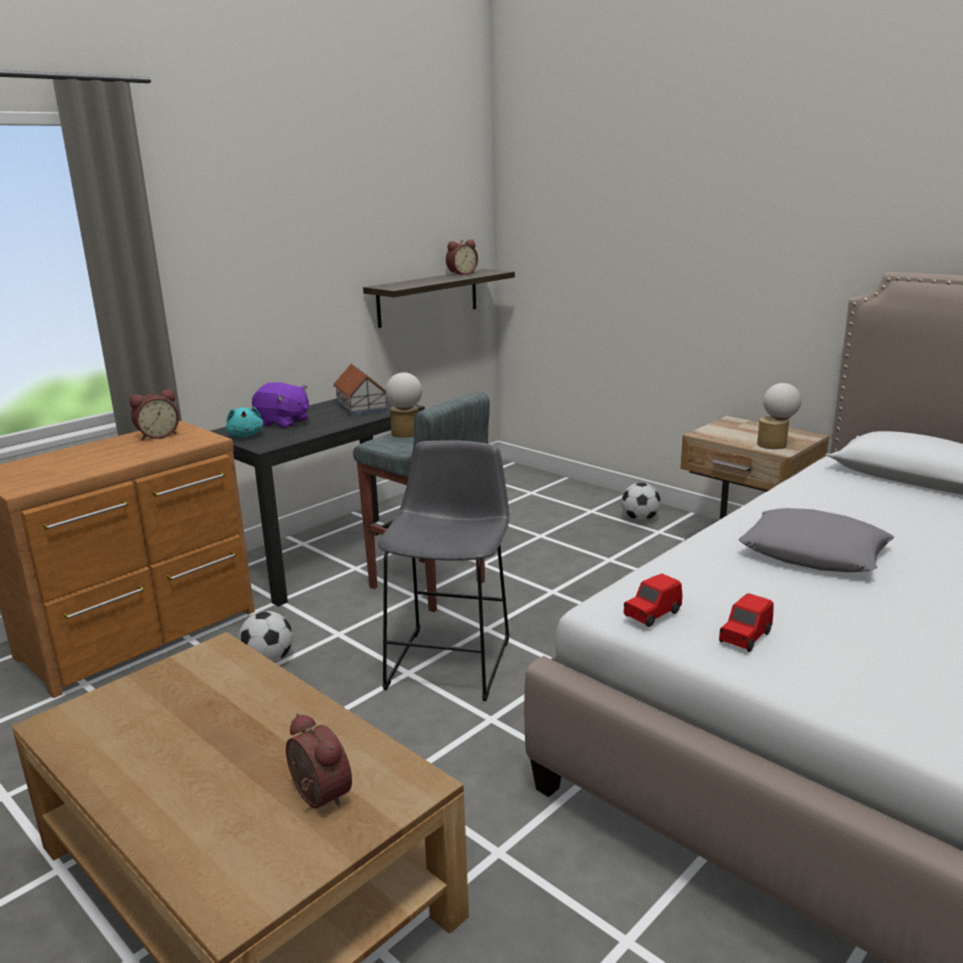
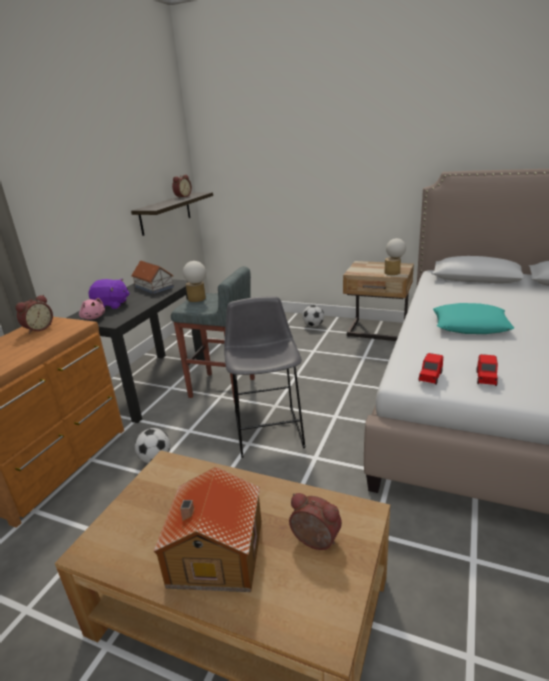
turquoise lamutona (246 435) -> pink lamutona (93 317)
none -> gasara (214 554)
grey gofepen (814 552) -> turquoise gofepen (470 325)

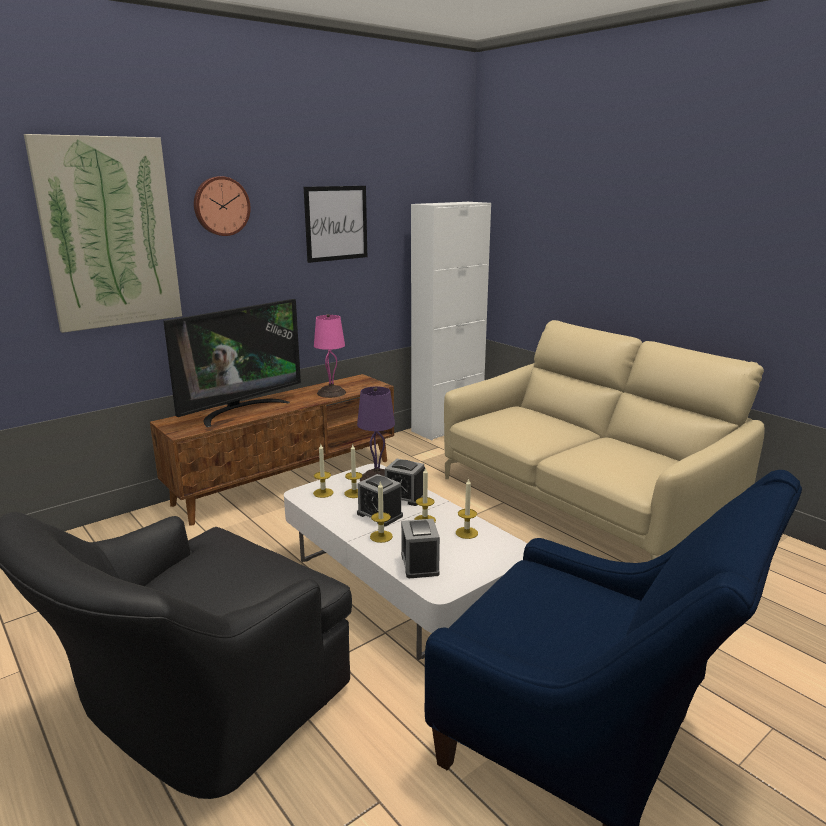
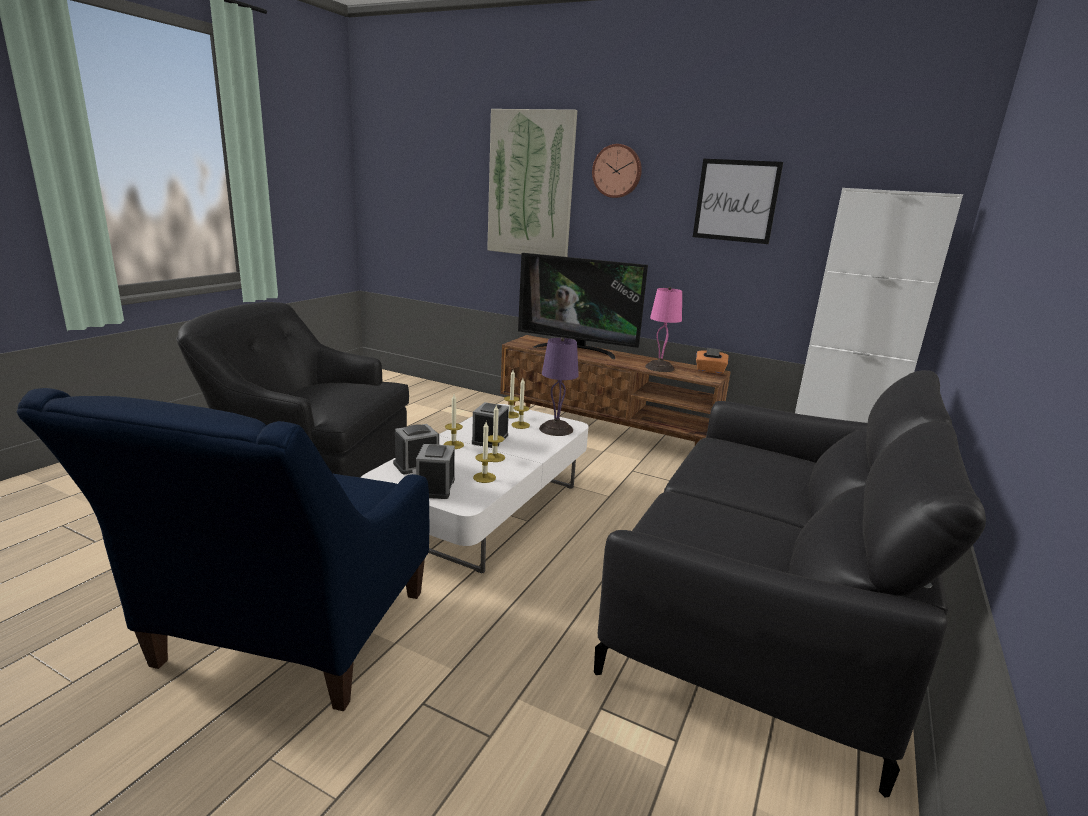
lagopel (404 496) -> lagopel (436 487), move
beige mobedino (583 501) -> black mobedino (762 602)
none -> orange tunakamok (710 370)

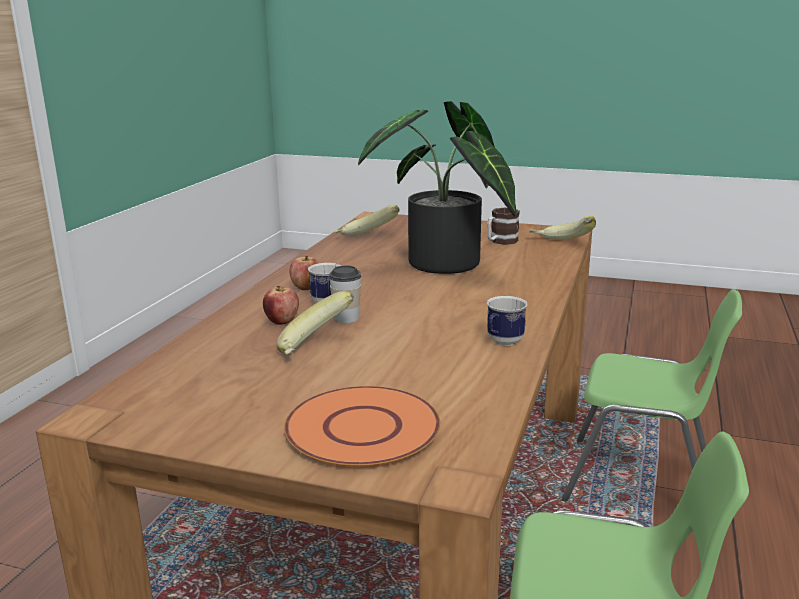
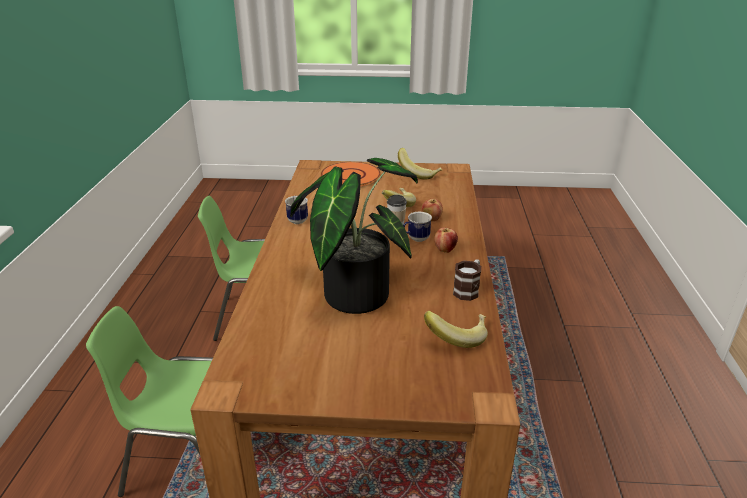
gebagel (560 244) -> gebagel (419 174), move
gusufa (500 242) -> gusufa (468 290), move

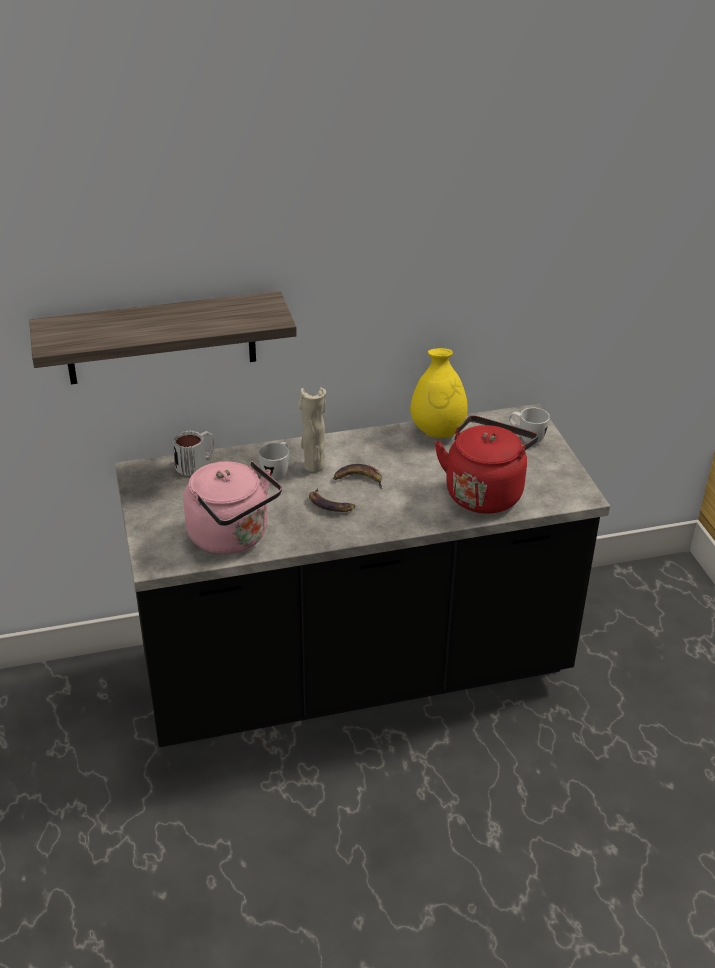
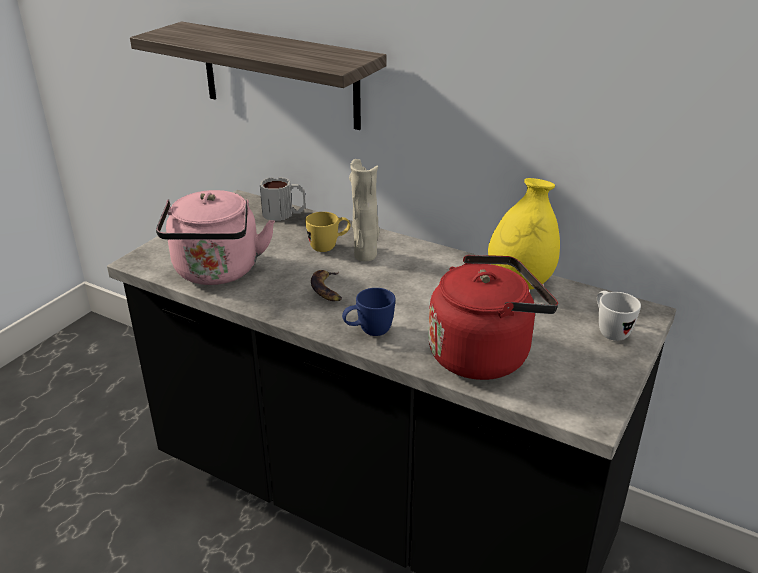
white gusufa (277 473) -> yellow gusufa (329 247)
none -> blue gusufa (368 332)
gebagel (358 479) -> none

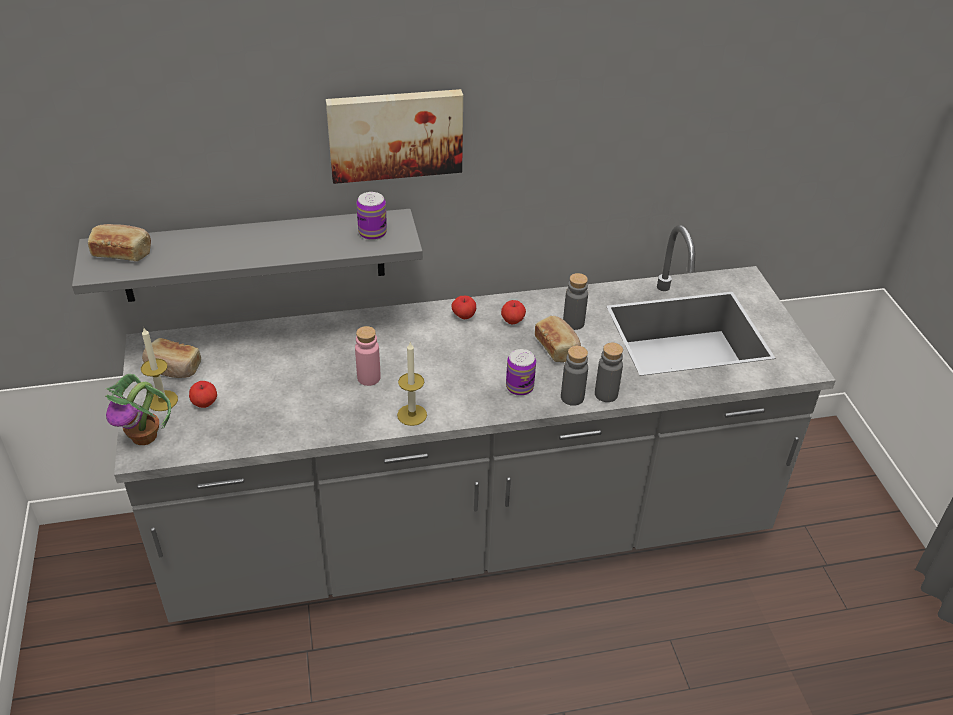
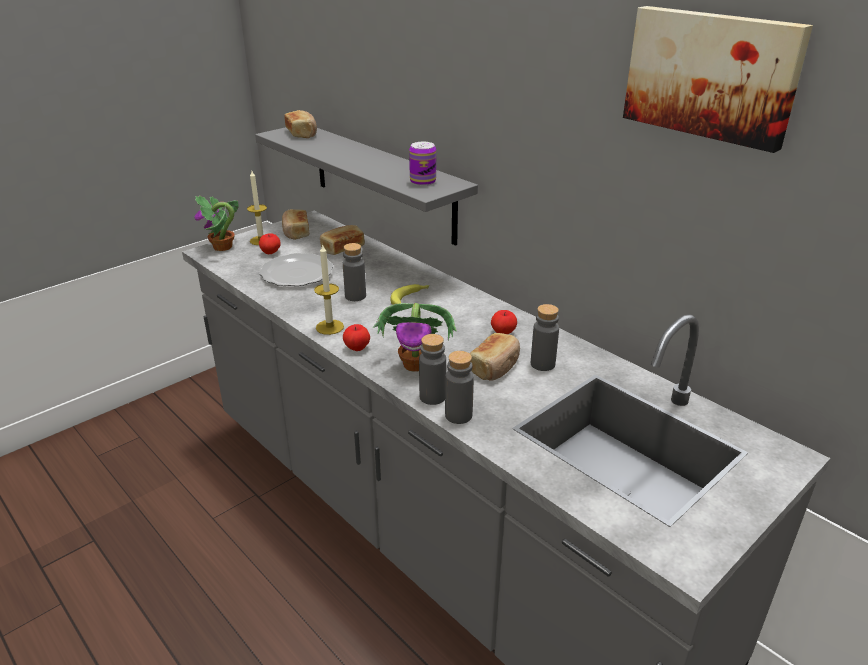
none -> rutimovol (296 273)
none -> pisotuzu (342 248)
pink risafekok (369 378) -> grey risafekok (355 296)
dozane (464 316) -> dozane (357 348), move
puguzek (519 387) -> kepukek (416 364)
none -> gebagel (410 298)
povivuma (395 134) -> povivuma (711 75), move

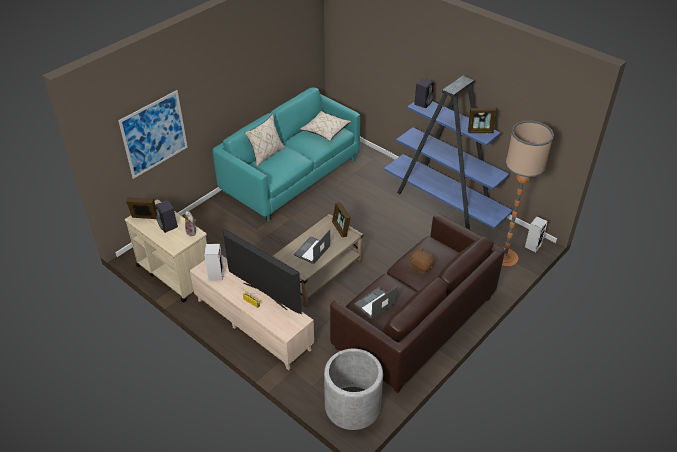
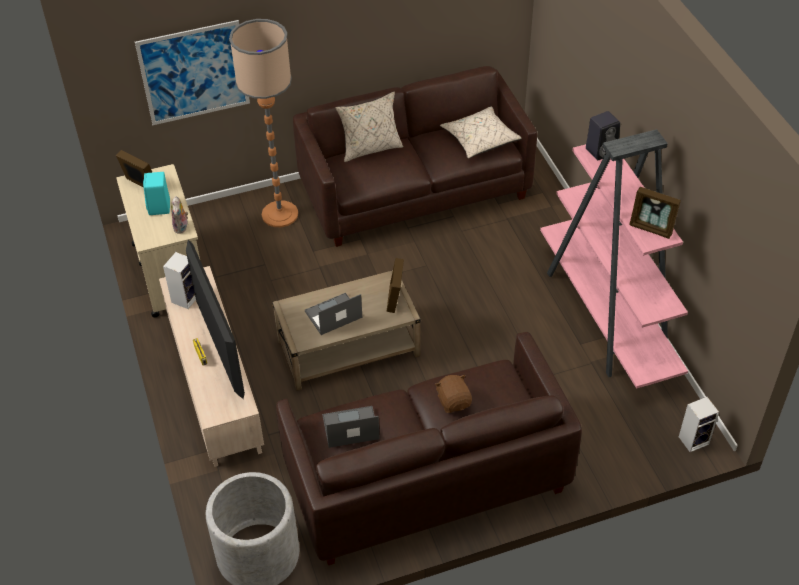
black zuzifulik (168 226) -> turquoise zuzifulik (159 208)
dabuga (505 257) -> dabuga (280 214), move
turquoise mobedino (291 176) -> brown mobedino (415 190)
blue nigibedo (444 203) -> pink nigibedo (607 317)

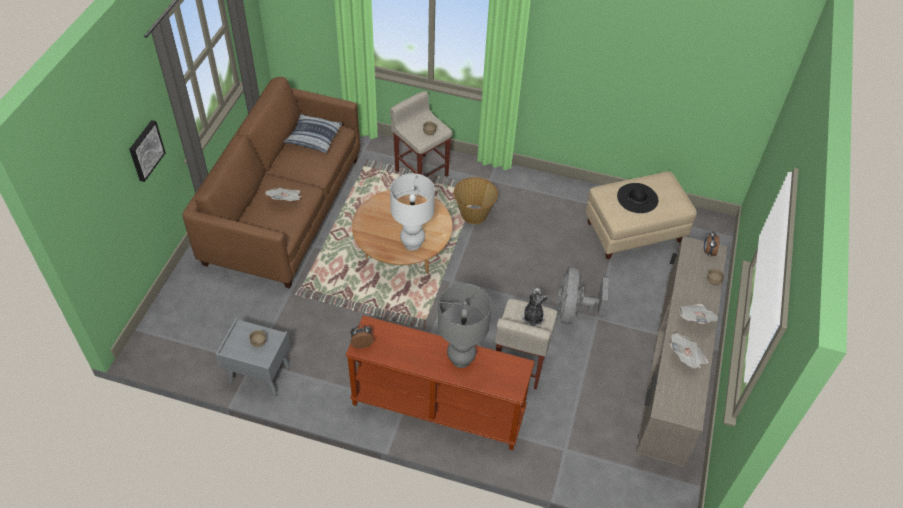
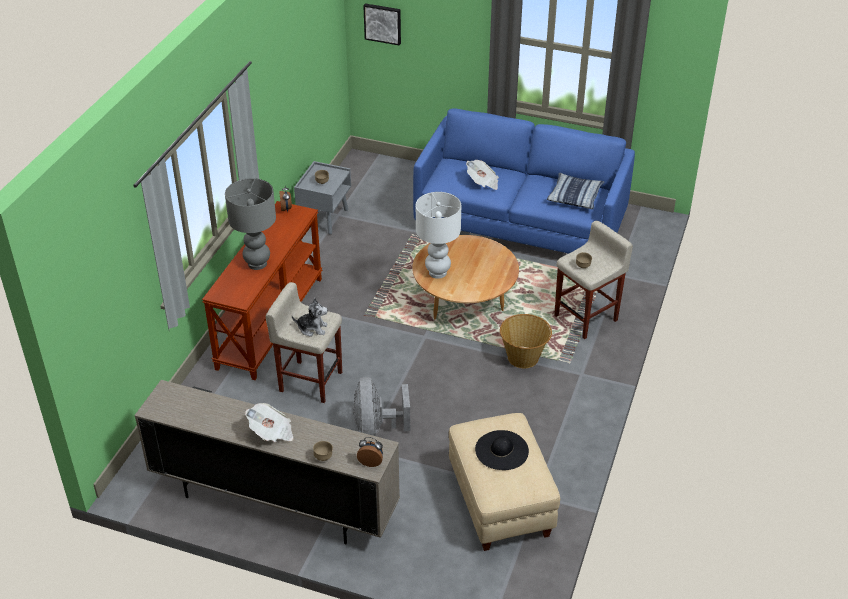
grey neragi (573 311) -> grey neragi (376 430), 105 degrees counterclockwise
povivuma (145 150) -> povivuma (383 23), move
brown mobedino (284 210) -> blue mobedino (521 223)
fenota (686 358) -> none

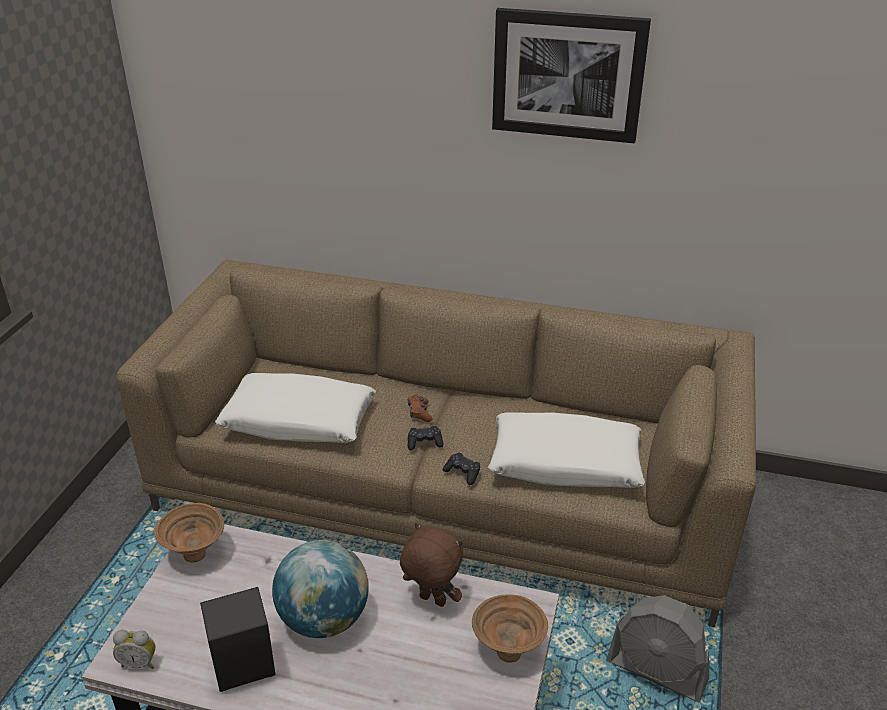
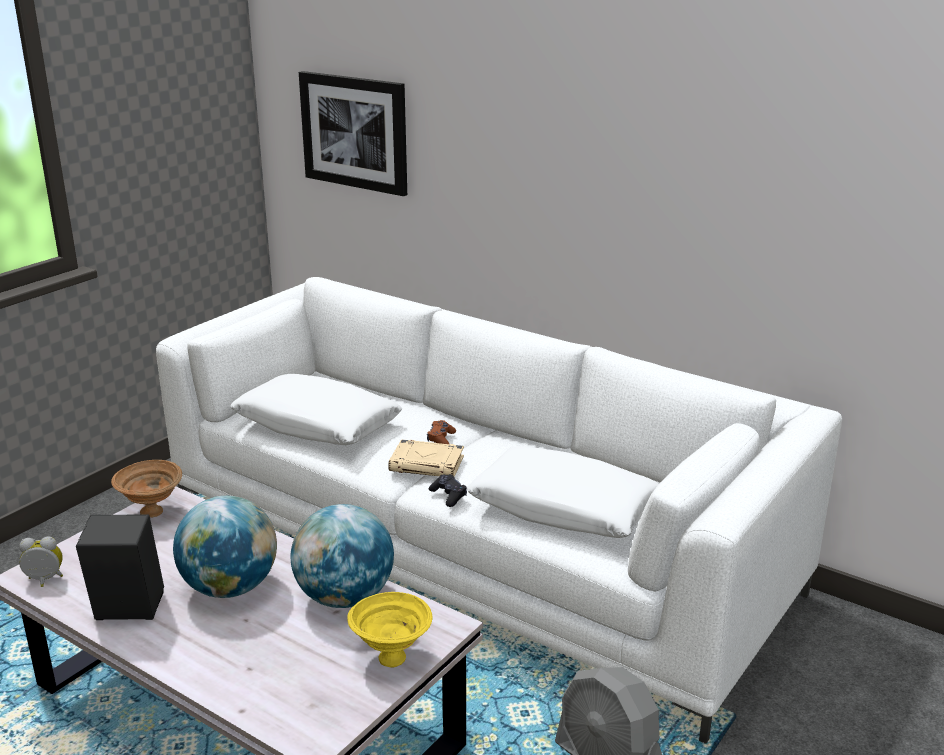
lagopel (139 662) -> lagopel (44 581), 150 degrees clockwise
brown mobedino (444 491) -> white mobedino (473 548)
brown lamutona (431 601) -> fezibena (344 597)
povivuma (568 75) -> povivuma (354 132), move
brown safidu (506 652) -> yellow safidu (390 657)
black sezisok (424 442) -> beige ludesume (427 464)

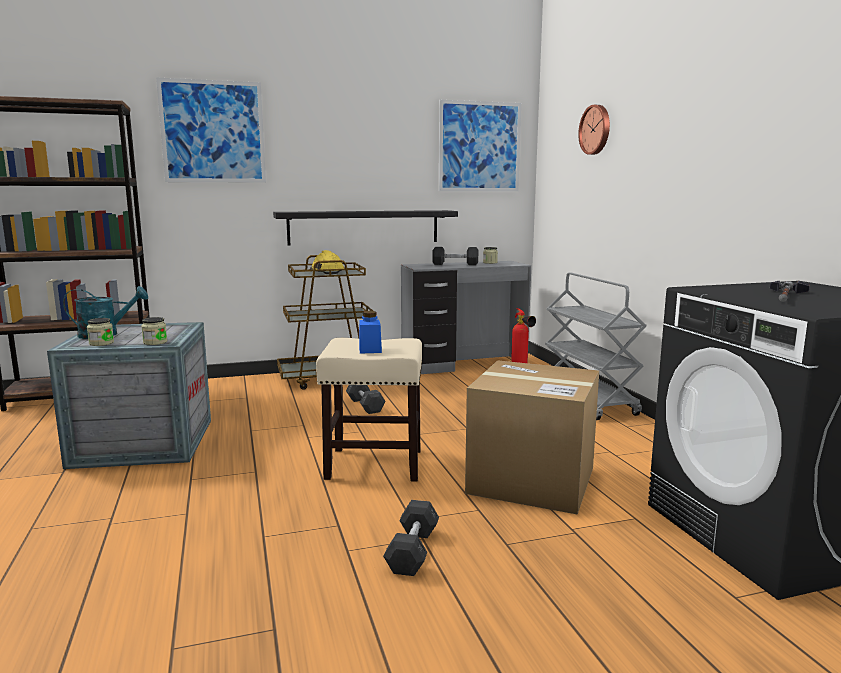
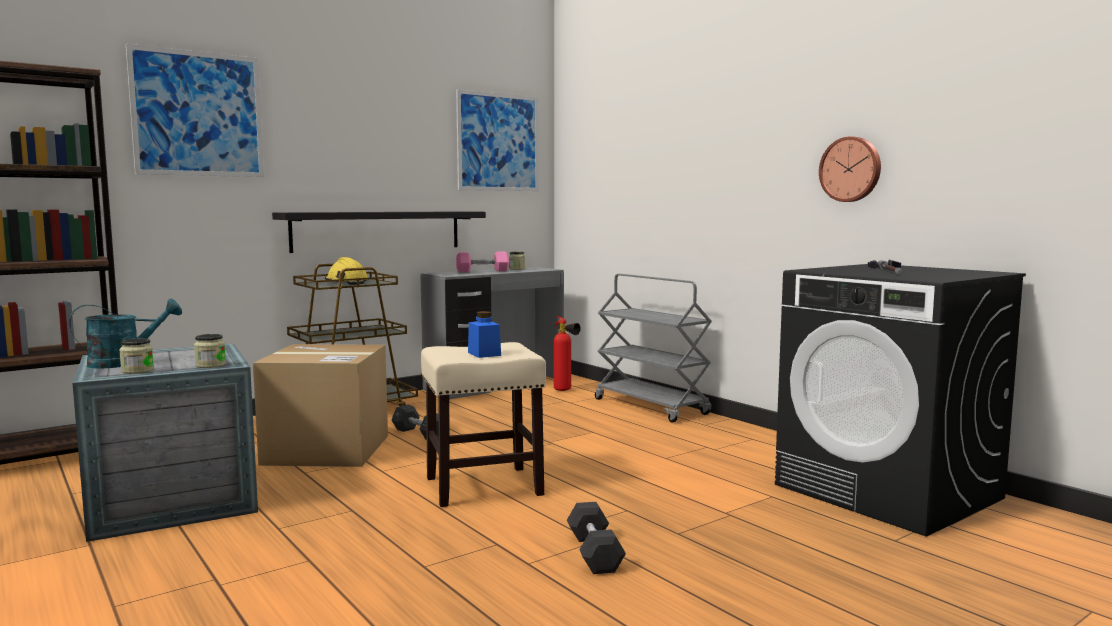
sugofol (531 480) -> sugofol (327 450), move
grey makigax (455 264) -> pink makigax (482 271)
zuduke (596 130) -> zuduke (851 169), move

